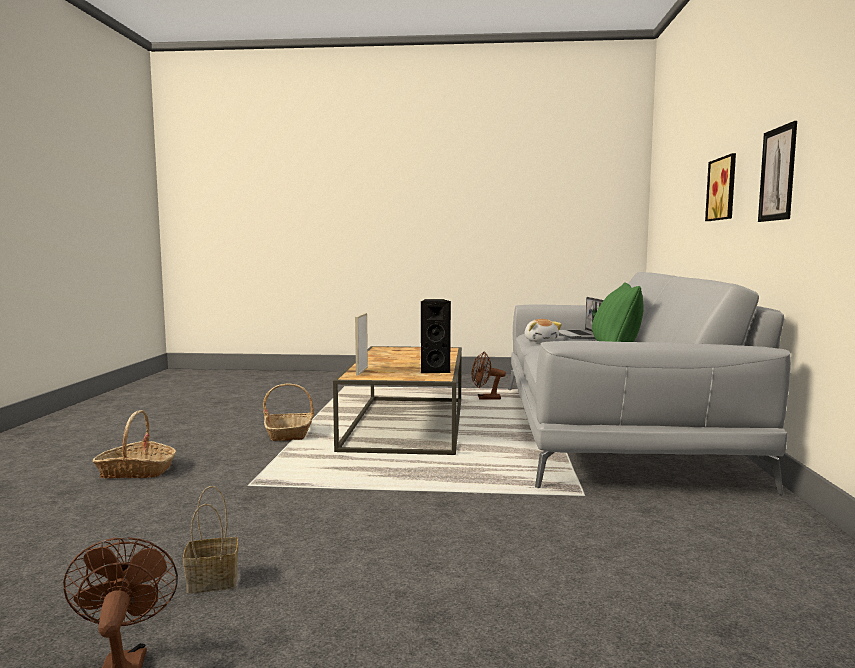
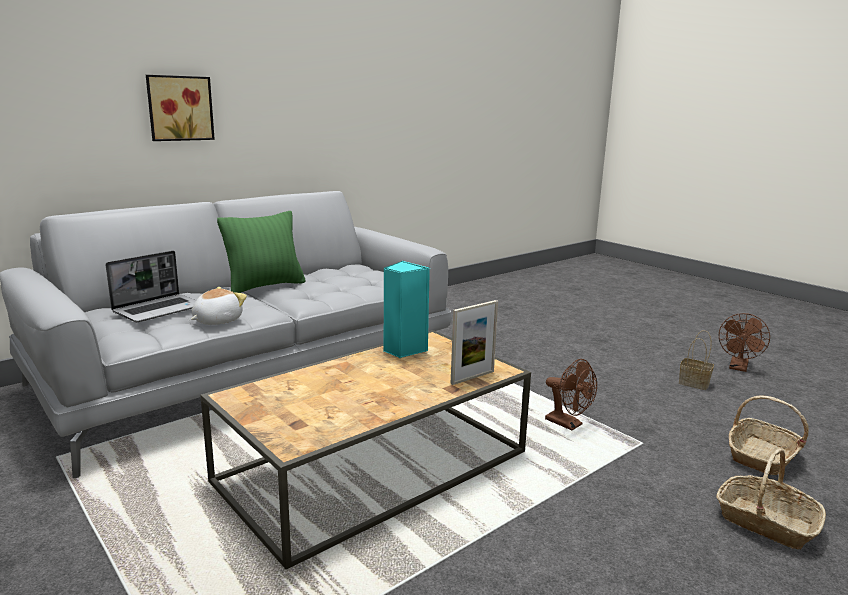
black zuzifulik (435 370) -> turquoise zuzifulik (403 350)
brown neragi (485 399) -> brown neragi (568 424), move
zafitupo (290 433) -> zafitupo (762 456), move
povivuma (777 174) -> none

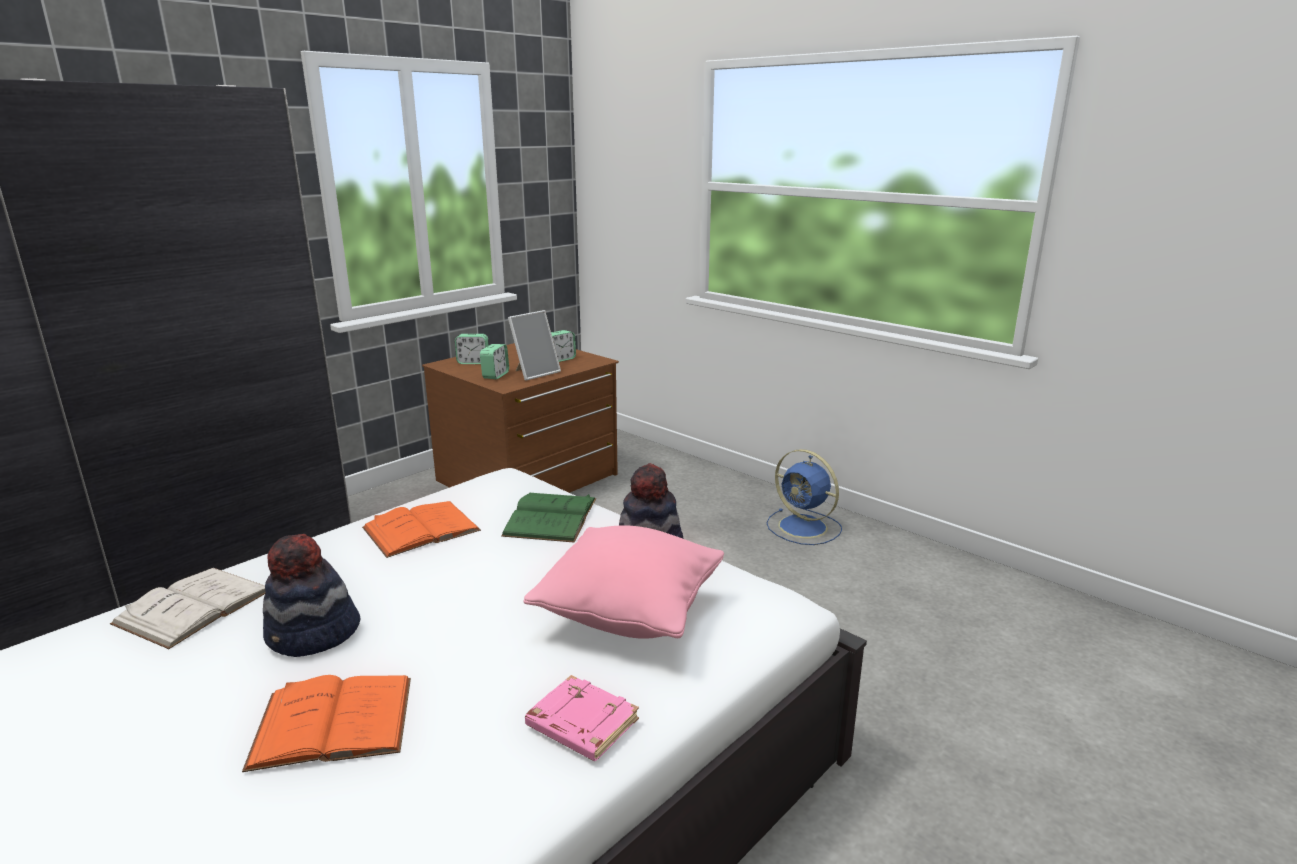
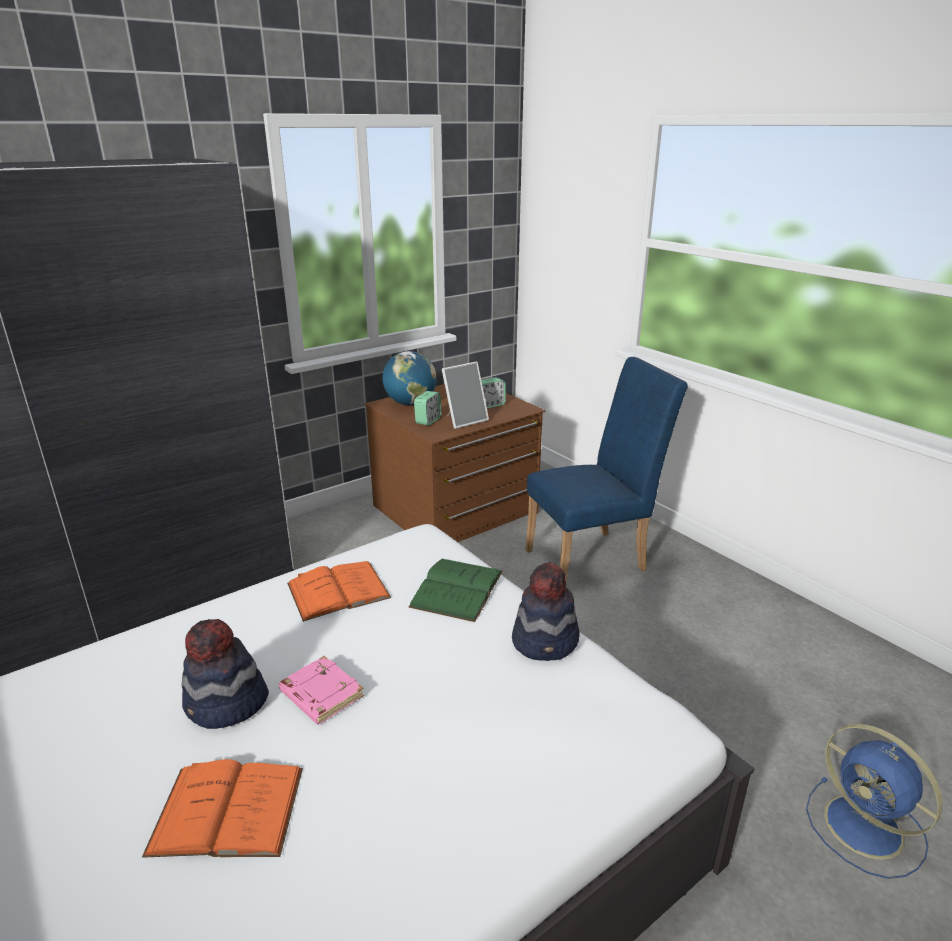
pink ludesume (580 724) -> pink ludesume (320 695), move
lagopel (473 362) -> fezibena (410 403)
none -> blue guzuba (593 558)
blue neragi (804 527) -> blue neragi (866 829), move
white ludesume (194 606) -> none
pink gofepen (629 614) -> none

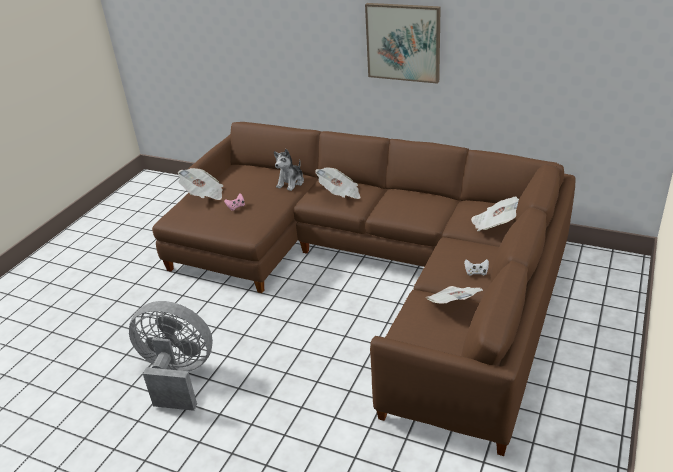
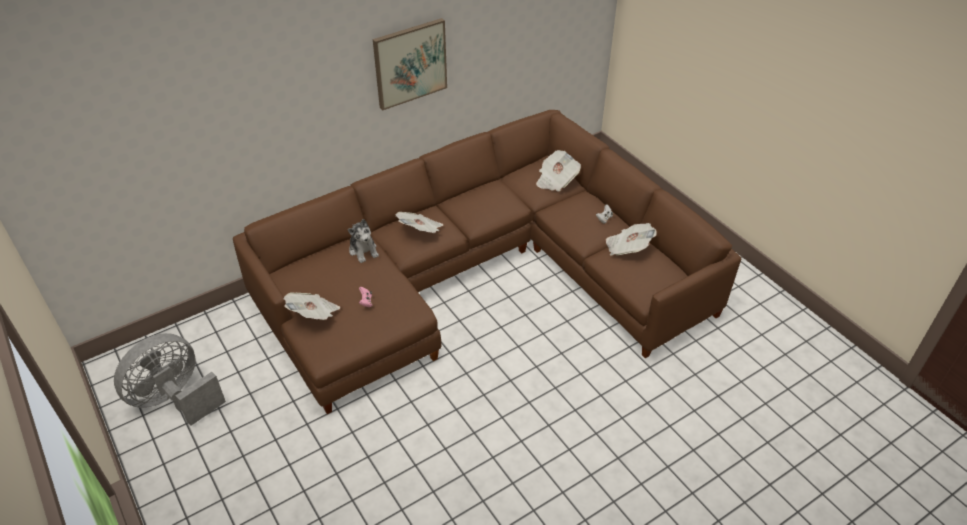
grey neragi (178 376) -> grey neragi (175 399), move

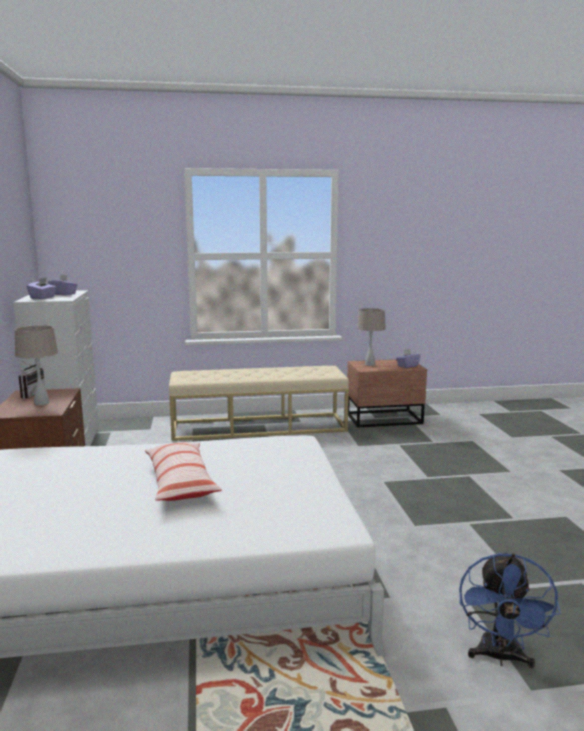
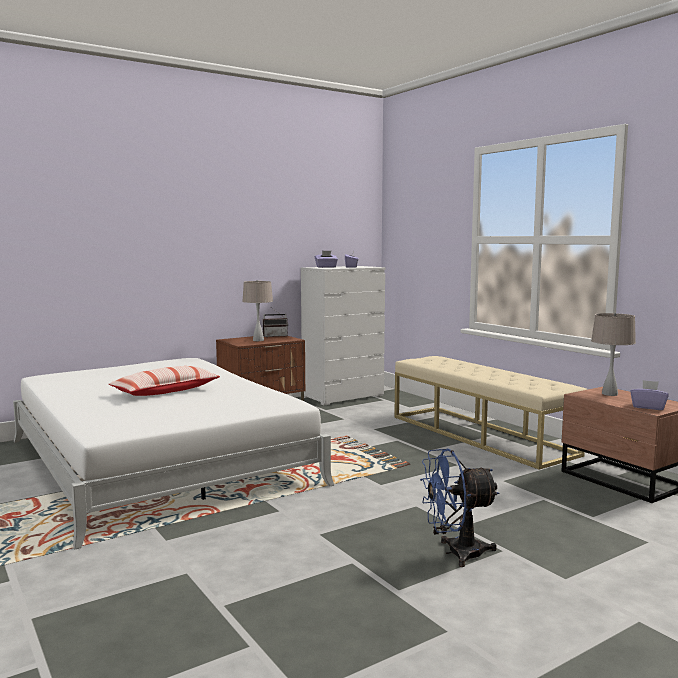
blue neragi (500 657) -> blue neragi (456 553), move

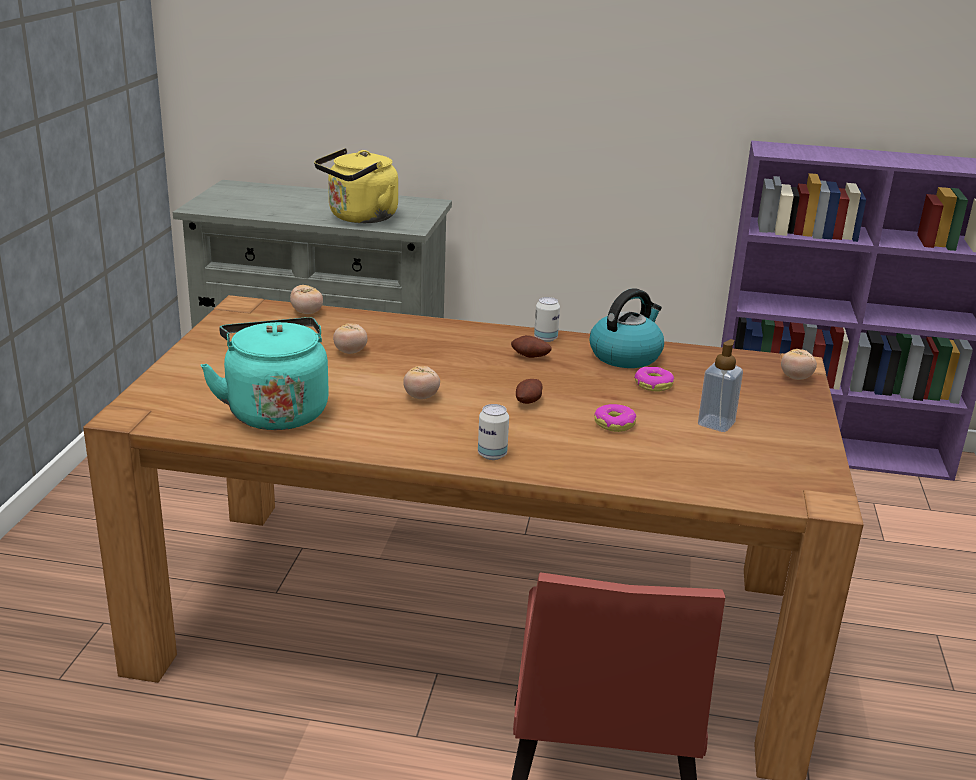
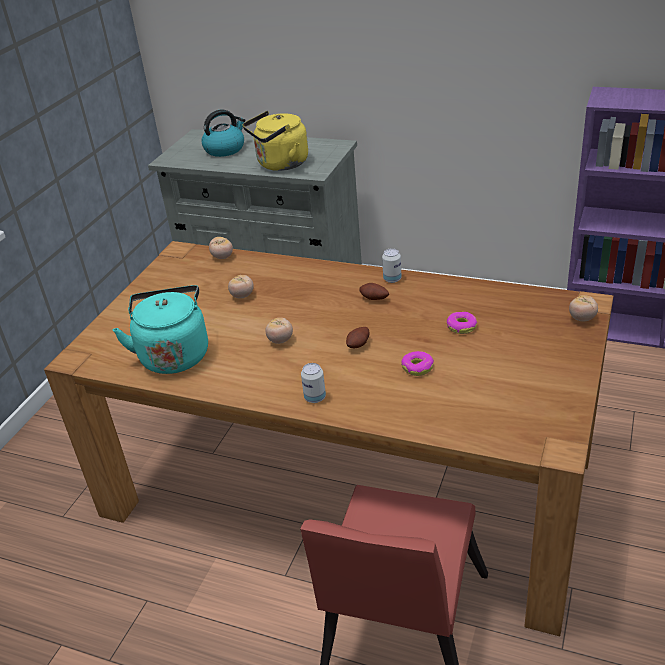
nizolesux (625 355) -> nizolesux (225 149), move
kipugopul (716 424) -> none

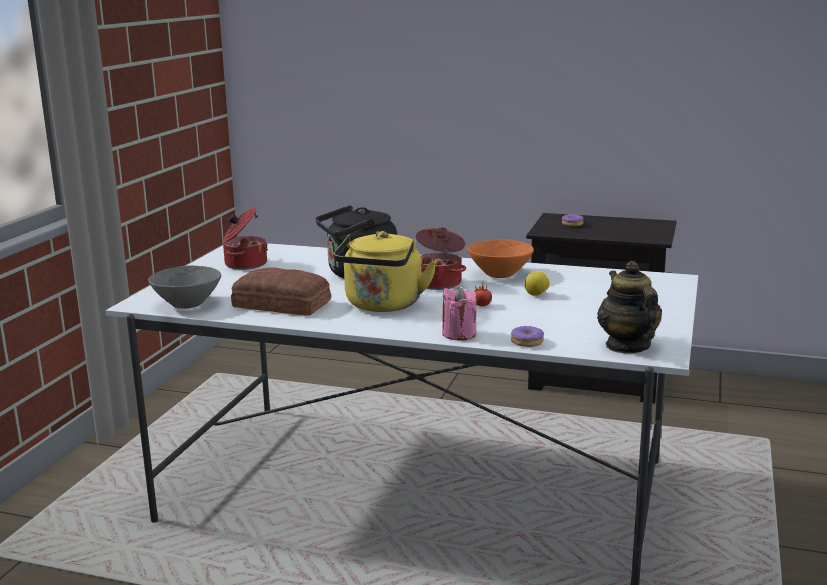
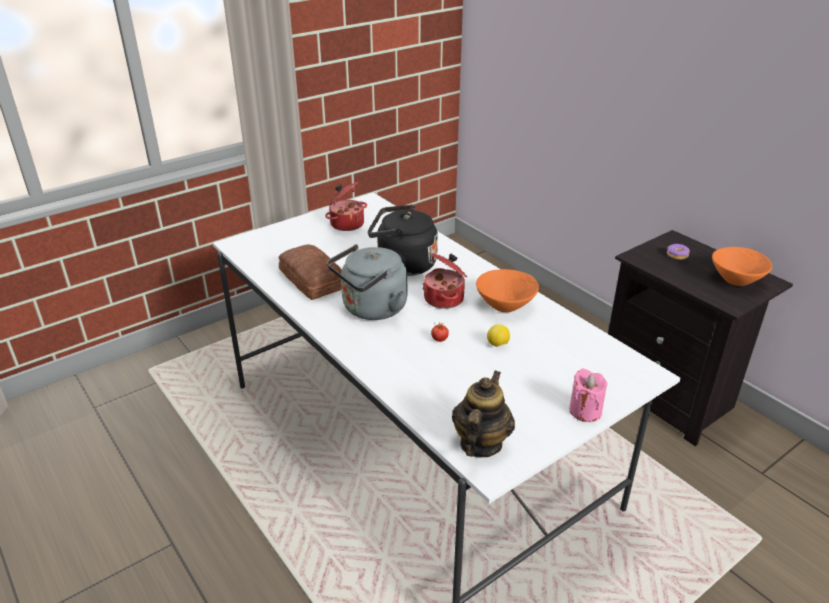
yellow nizolesux (383 306) -> grey nizolesux (371 309)
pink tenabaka (459 334) -> pink tenabaka (585 411), move
none -> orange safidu (737 280)
grey safidu (188 304) -> none
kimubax (527 342) -> none

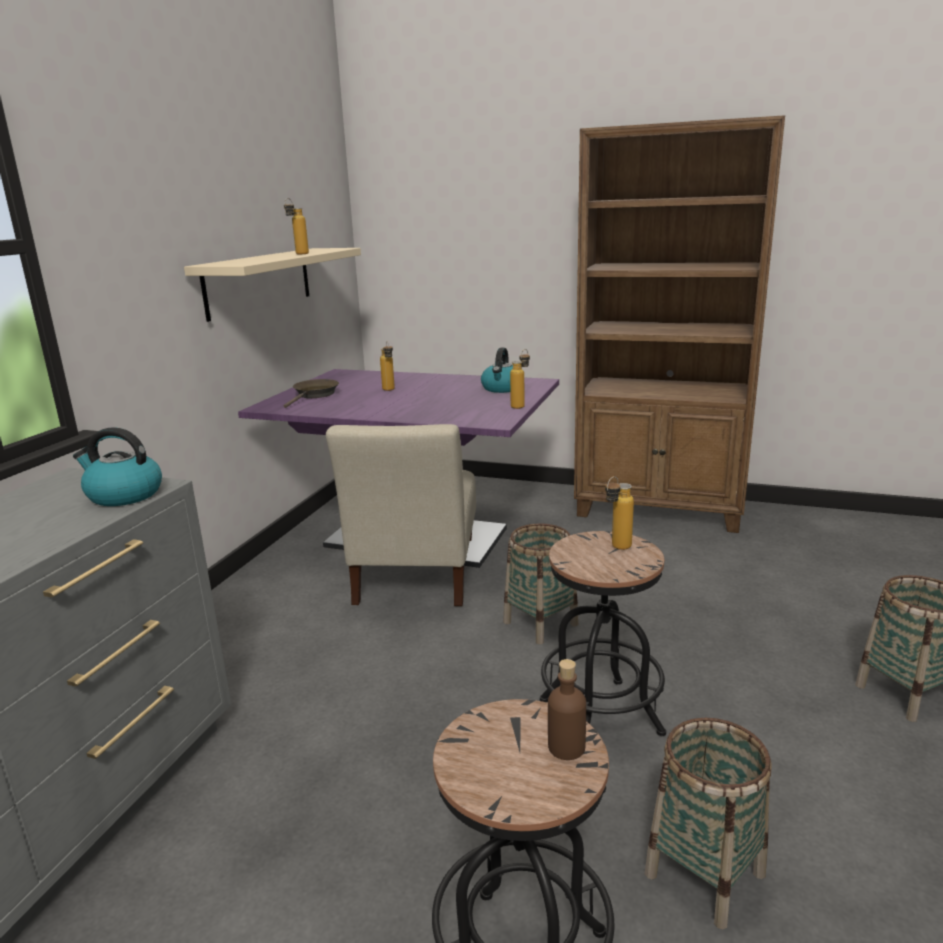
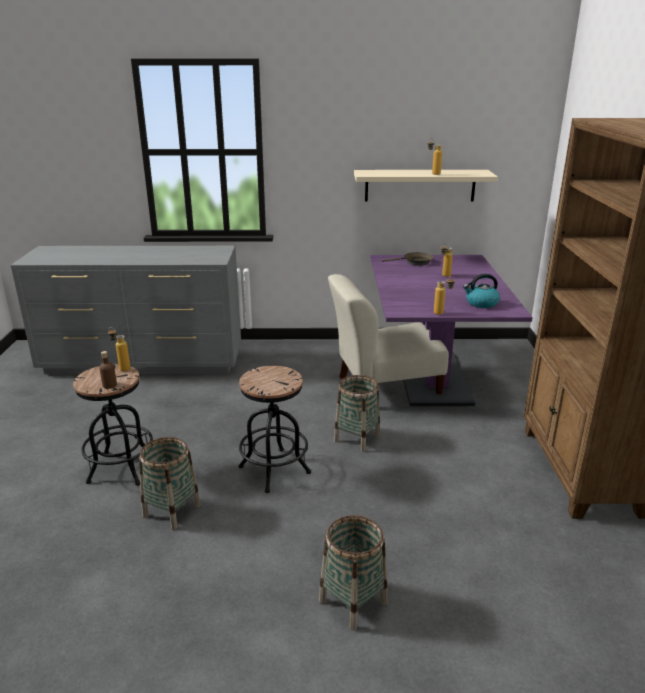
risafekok (616 548) -> risafekok (121 368), move
nizolesux (123 495) -> none

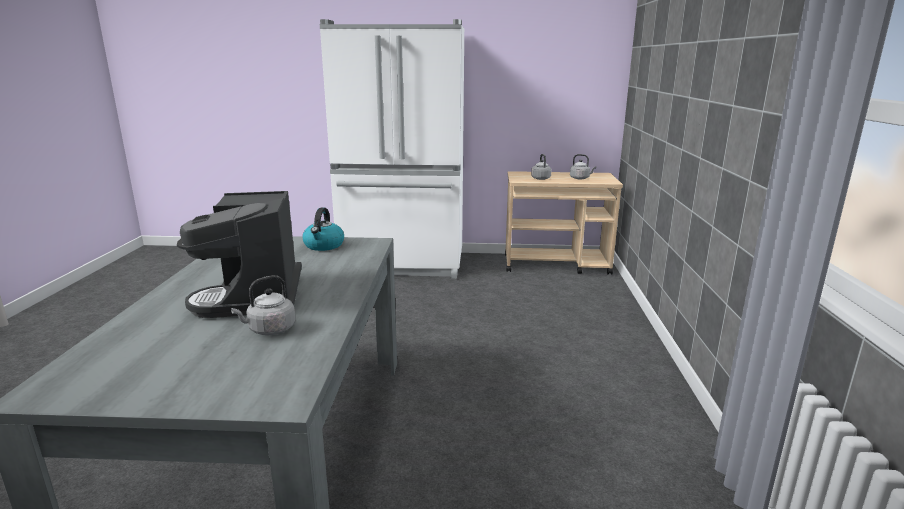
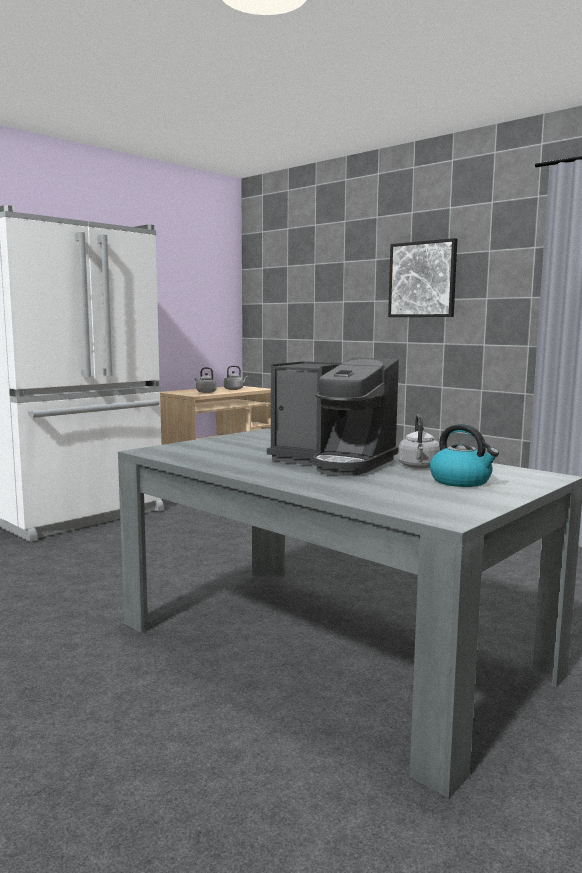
none -> povivuma (422 279)
nizolesux (324 246) -> nizolesux (461 481), move

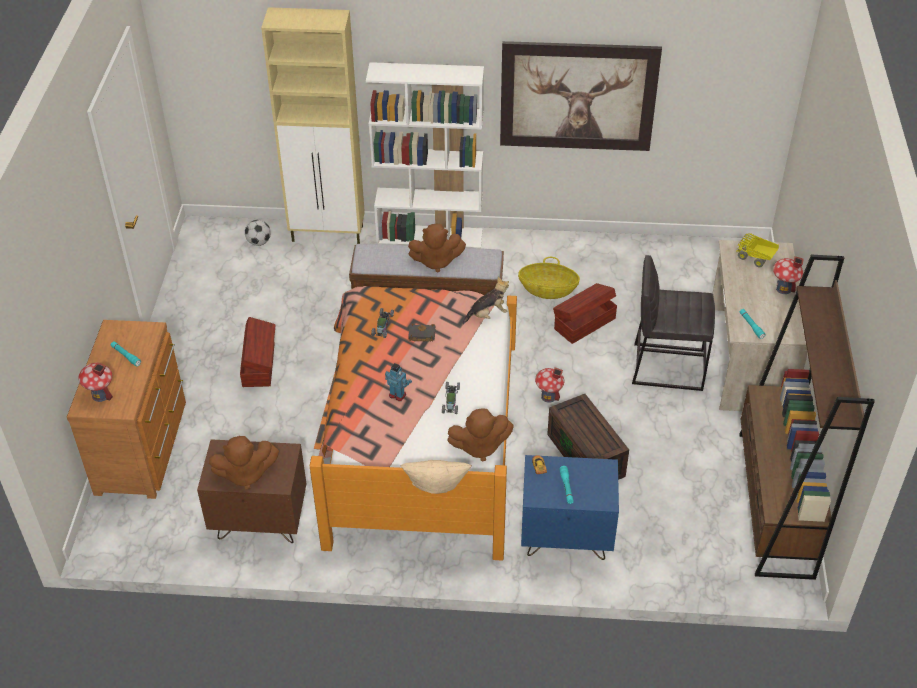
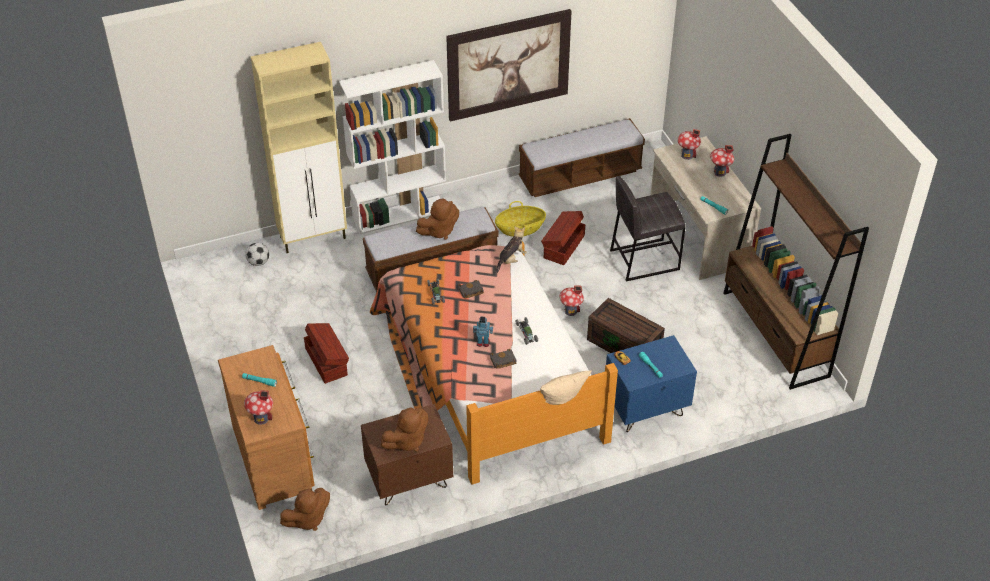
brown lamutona (479 446) -> brown lamutona (307 519), move
none -> black ludesume (502 361)
none -> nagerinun (580 175)
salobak (755 258) -> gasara (687 155)

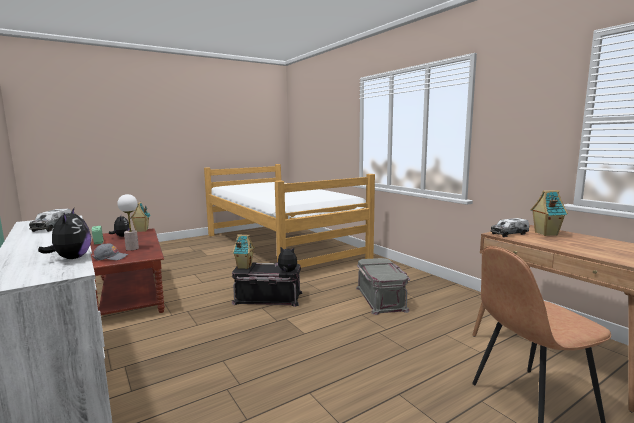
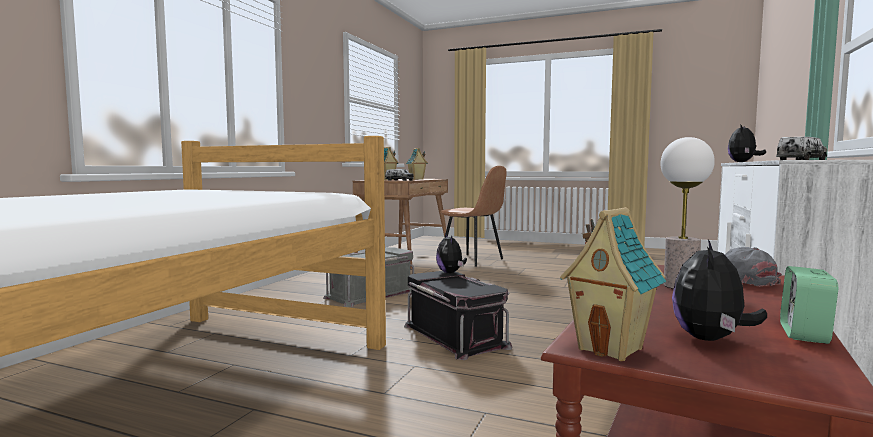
gasara (244 266) -> gasara (416 179), move

